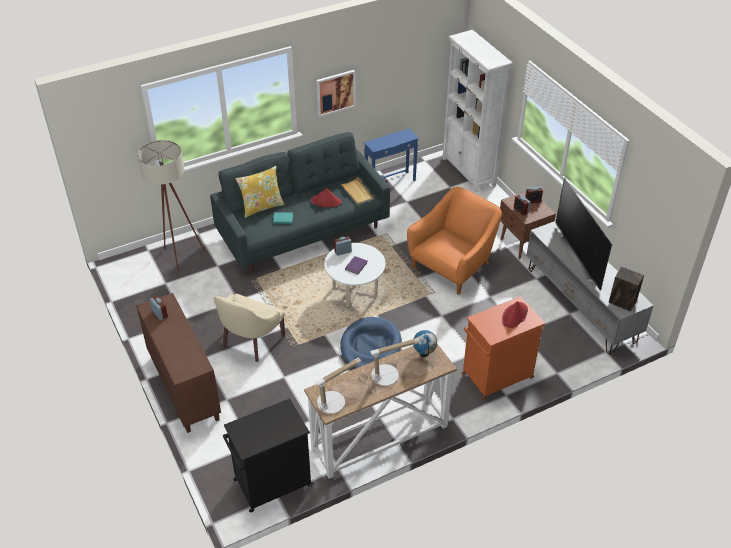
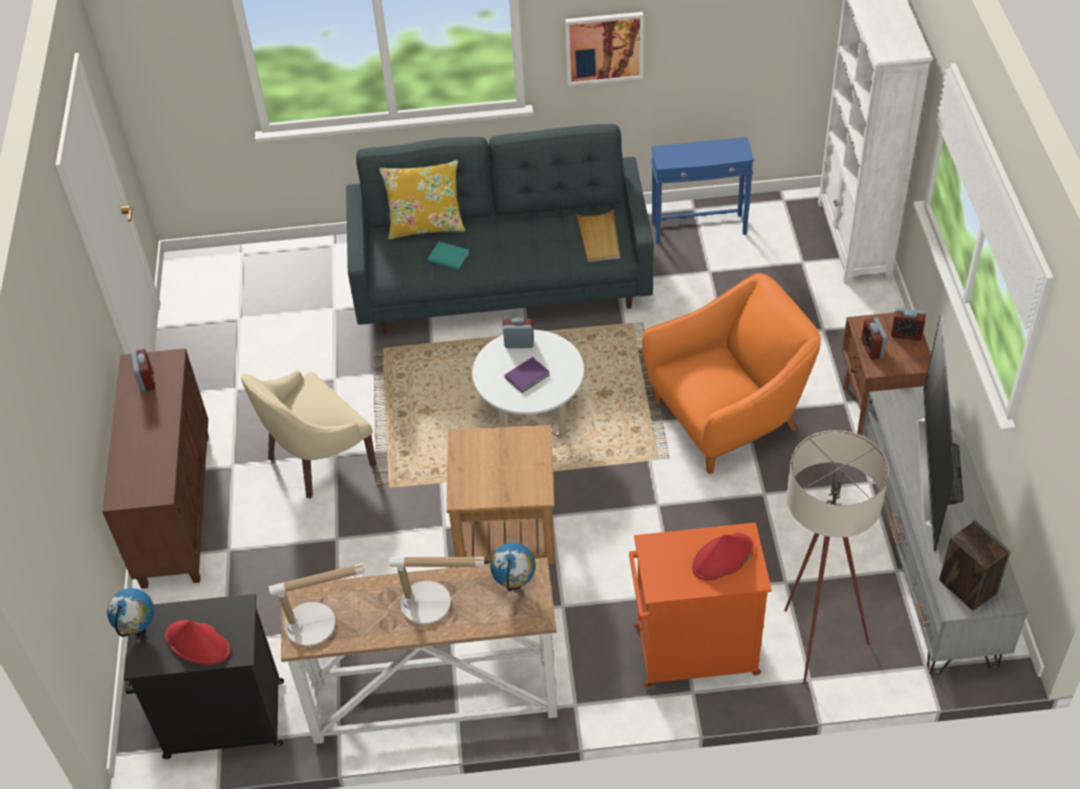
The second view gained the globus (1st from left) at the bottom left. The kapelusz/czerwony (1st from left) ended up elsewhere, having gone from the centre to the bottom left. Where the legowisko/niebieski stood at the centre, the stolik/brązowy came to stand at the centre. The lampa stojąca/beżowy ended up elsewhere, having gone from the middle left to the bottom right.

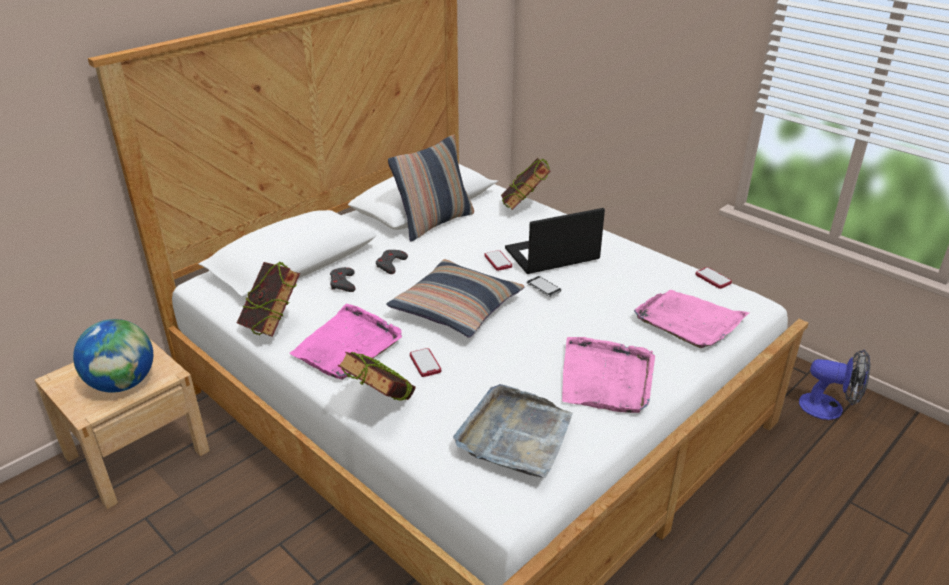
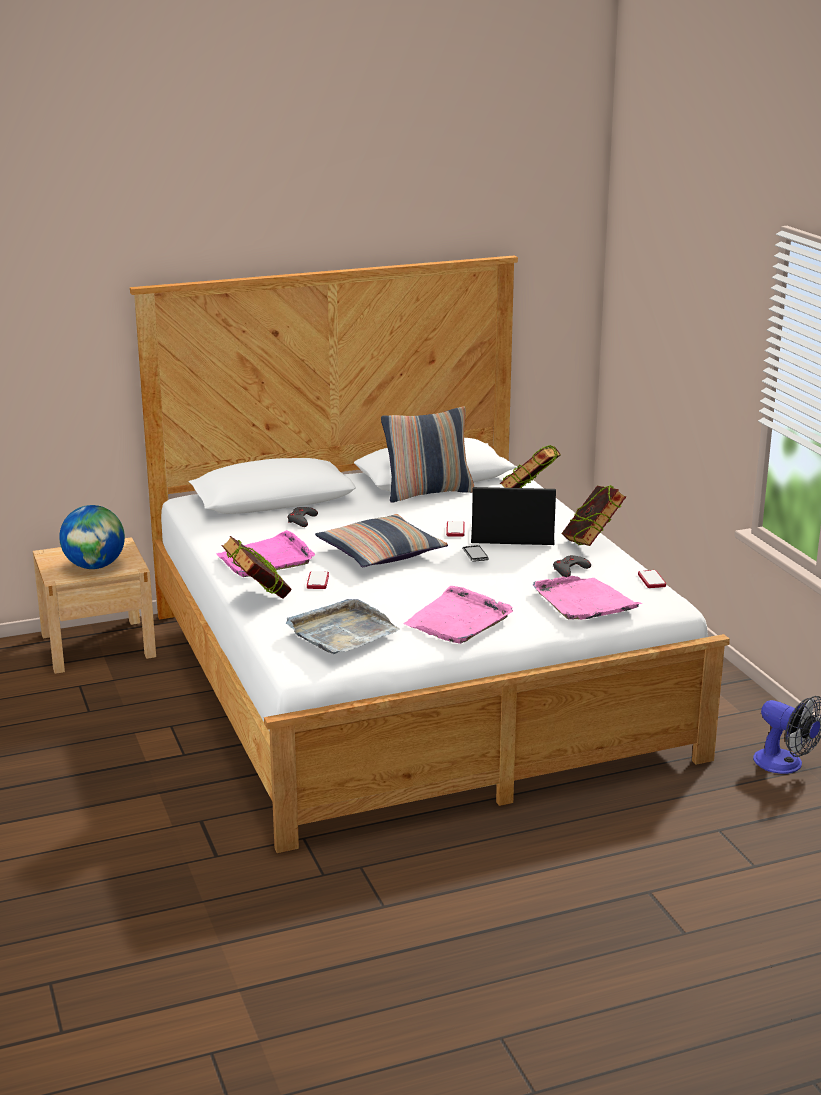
The pad do gier/szary (2nd from left) ended up elsewhere, having gone from the centre to the middle right. The książka (1st from left in the first image) ended up elsewhere, having gone from the middle left to the middle right.

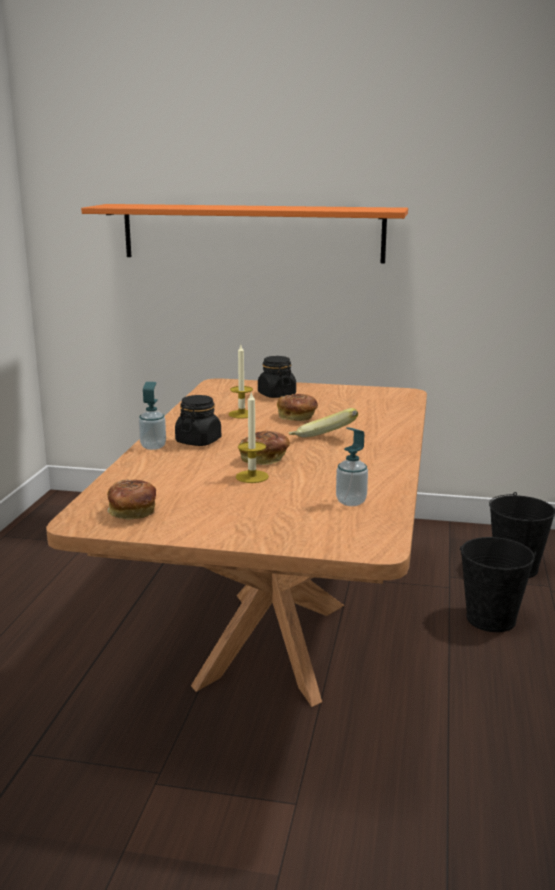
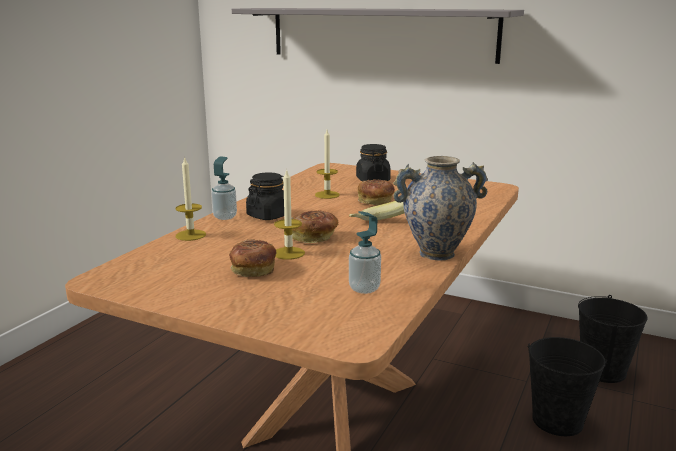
The second view gained the świeca (1st from left) at the middle left. The chleb (1st from left) ended up elsewhere, having gone from the middle left to the centre. What was the półka/pomarańczowy at the top centre turned into the półka/szary at the top centre. The second view gained the wazon at the centre.

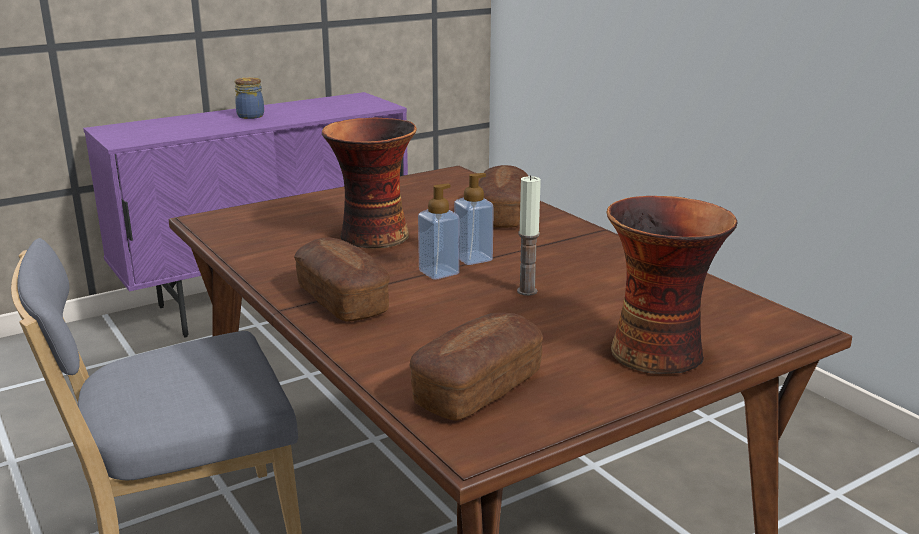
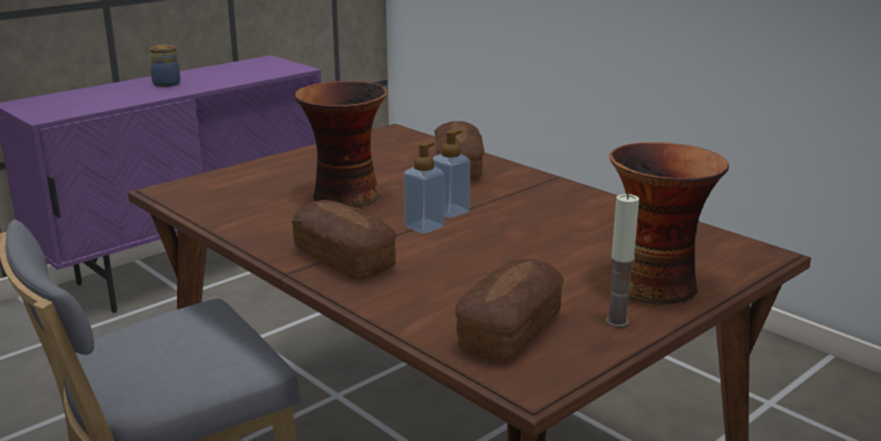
The świeca ended up elsewhere, having gone from the centre to the middle right.

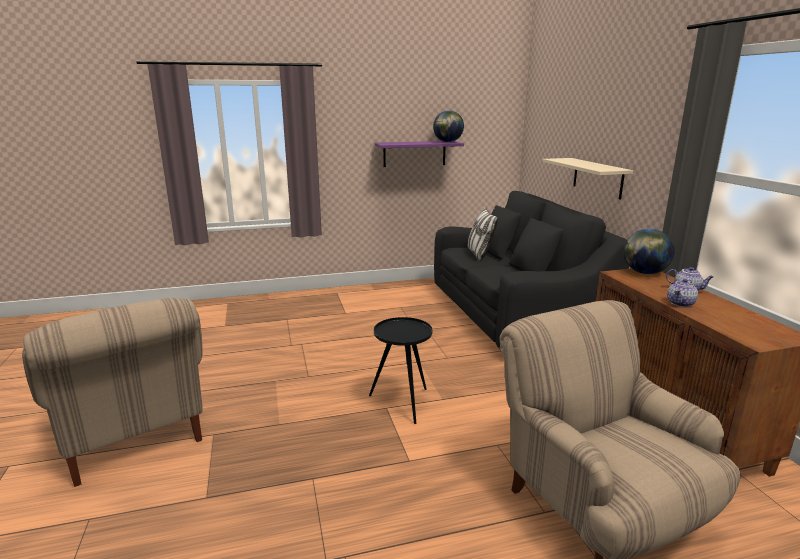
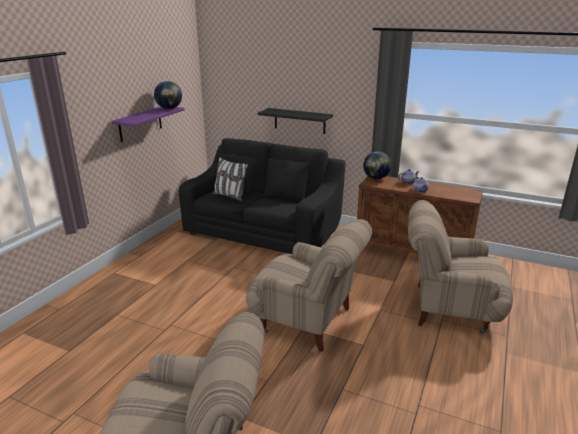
Where the stolik/czarny stood at the centre, the fotel/beżowy (2nd from left) came to stand at the centre. What was the półka/beżowy at the top right turned into the półka/czarny at the top centre.

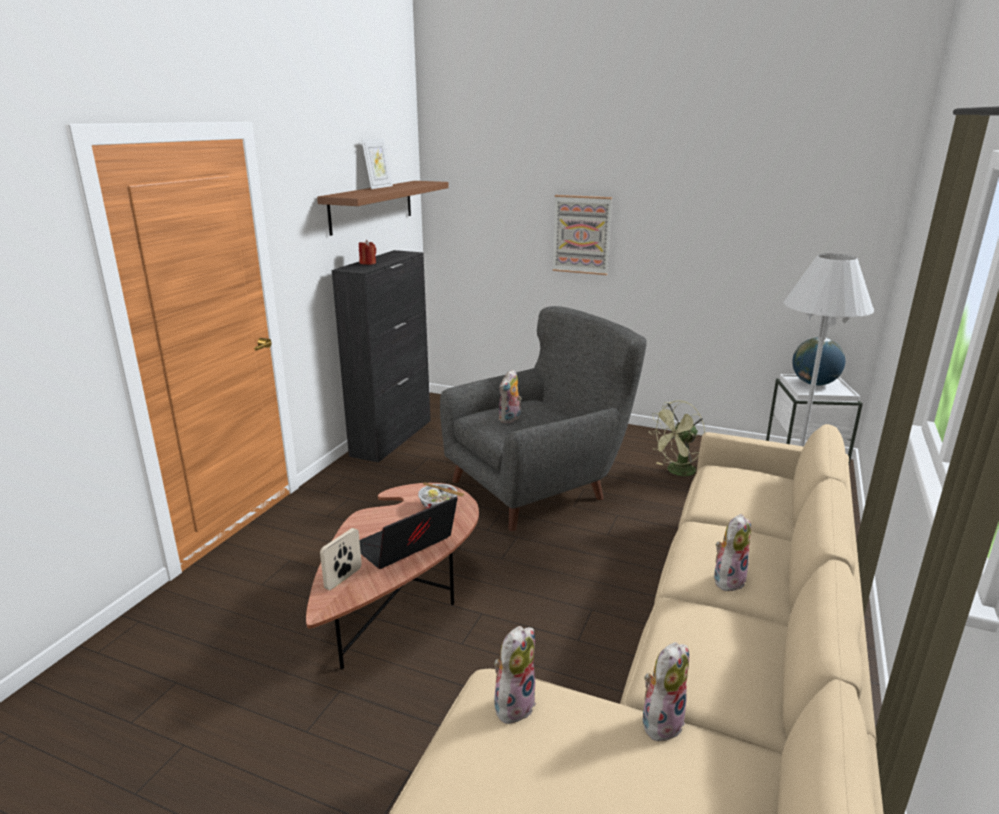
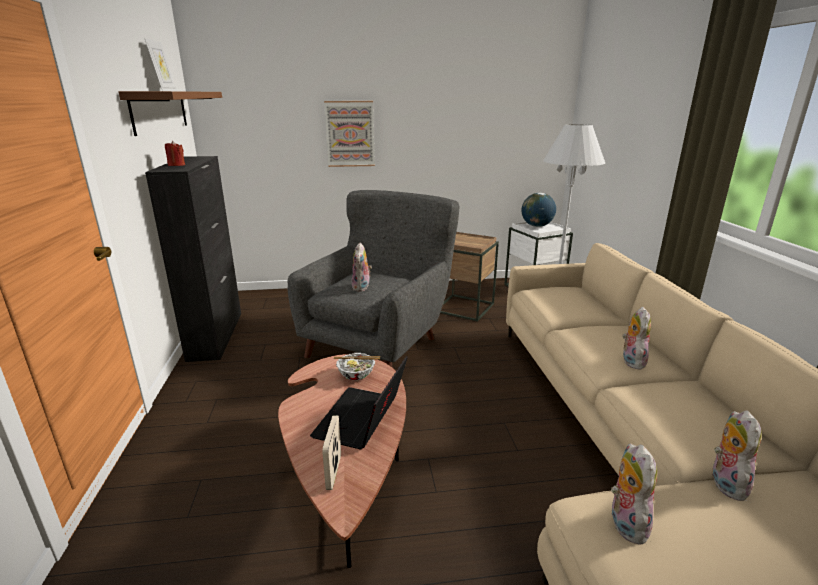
Where the wentylator/zielony stood at the middle right, the stolik/brązowy came to stand at the centre.

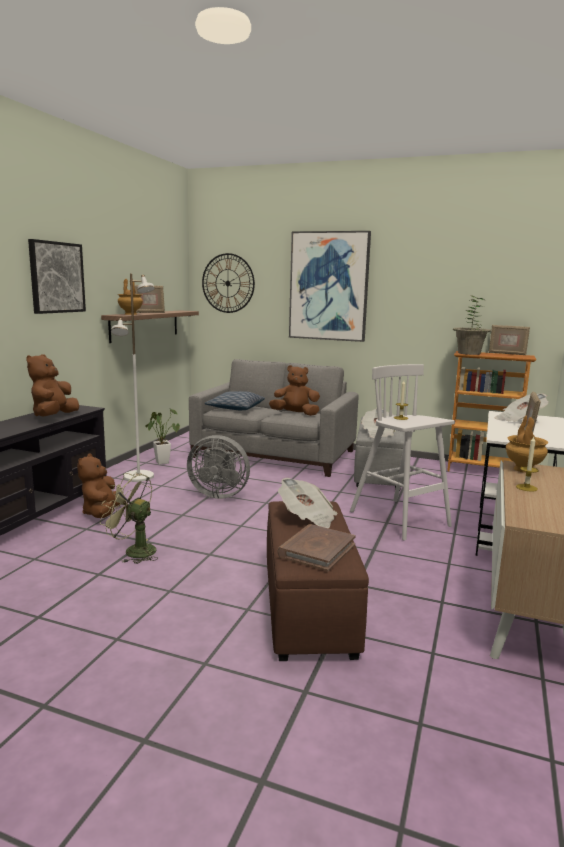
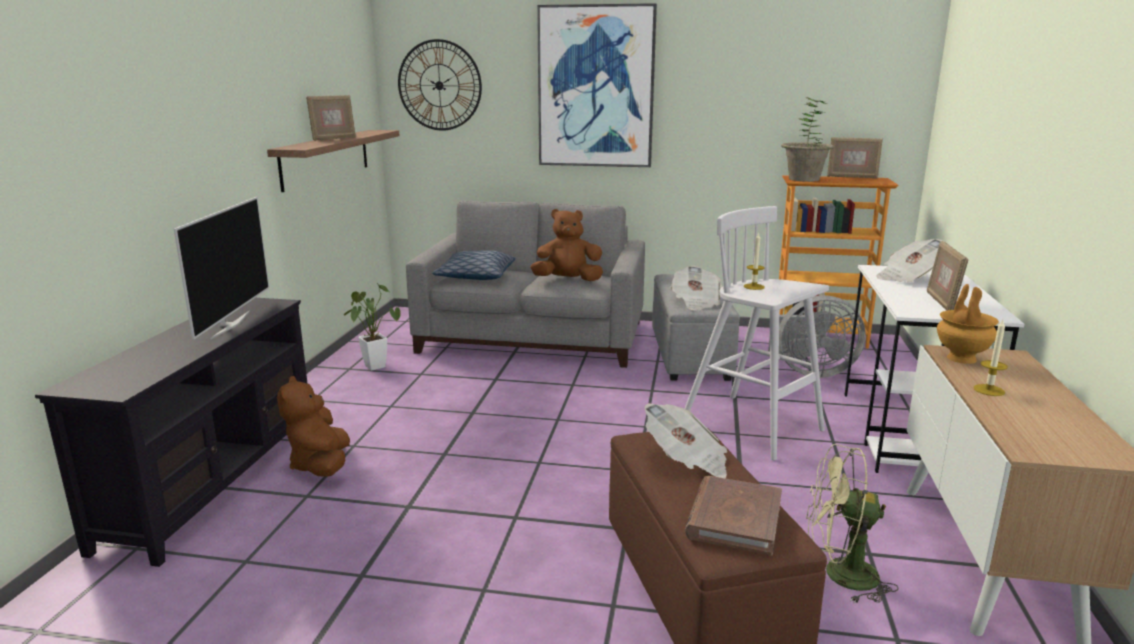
Where the pluszak/brązowy (1st from left) stood at the middle left, the telewizor came to stand at the middle left. The wentylator/szary ended up elsewhere, having gone from the centre to the middle right. The wentylator/zielony ended up elsewhere, having gone from the middle left to the bottom right. The second view lost the obraz (1st from left) at the top left. The second view lost the lampa stojąca/biały at the middle left. The second view lost the wazon/brązowy (1st from left) at the middle left.

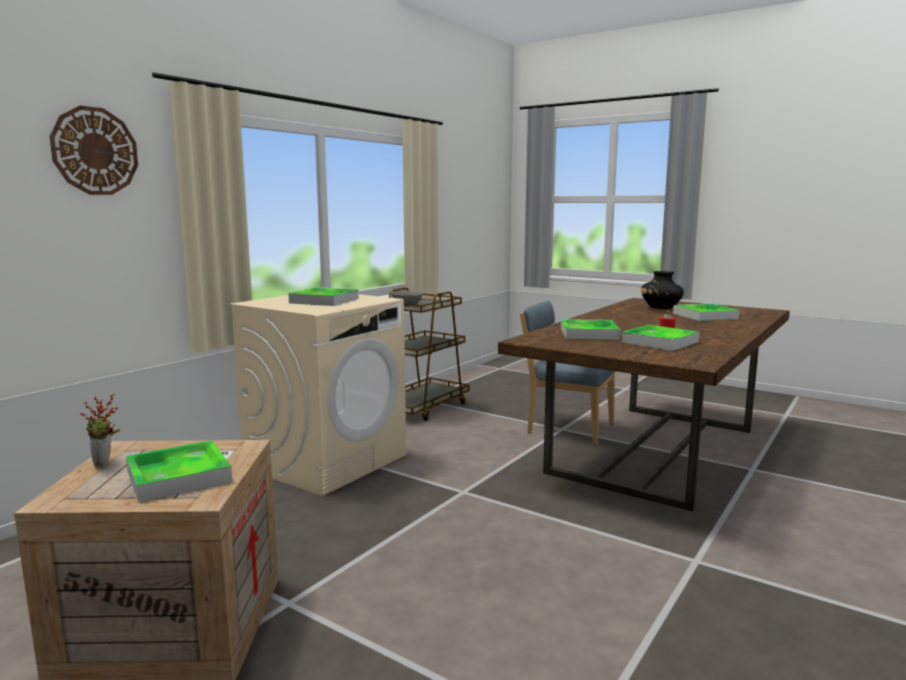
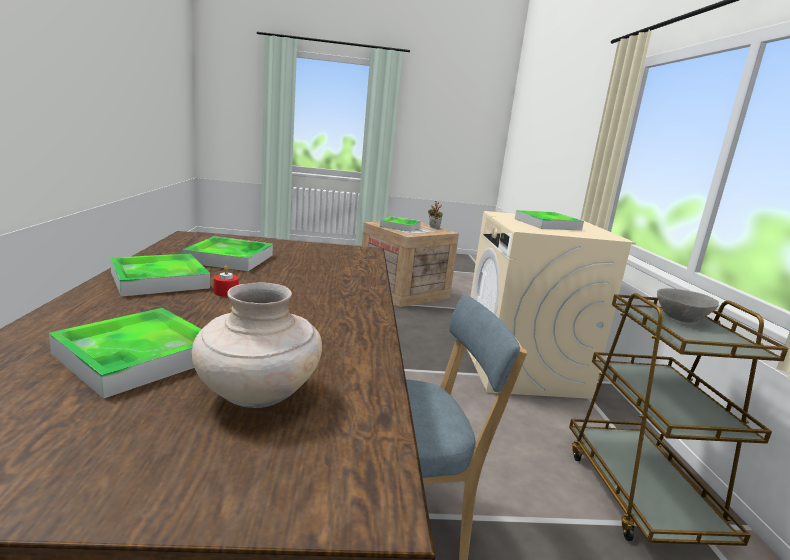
The taca (3rd from left in the first image) ended up elsewhere, having gone from the centre to the middle left. What was the wazon/czarny at the middle right turned into the wazon/beżowy at the middle left. The second view lost the zegar ścienny at the top left.

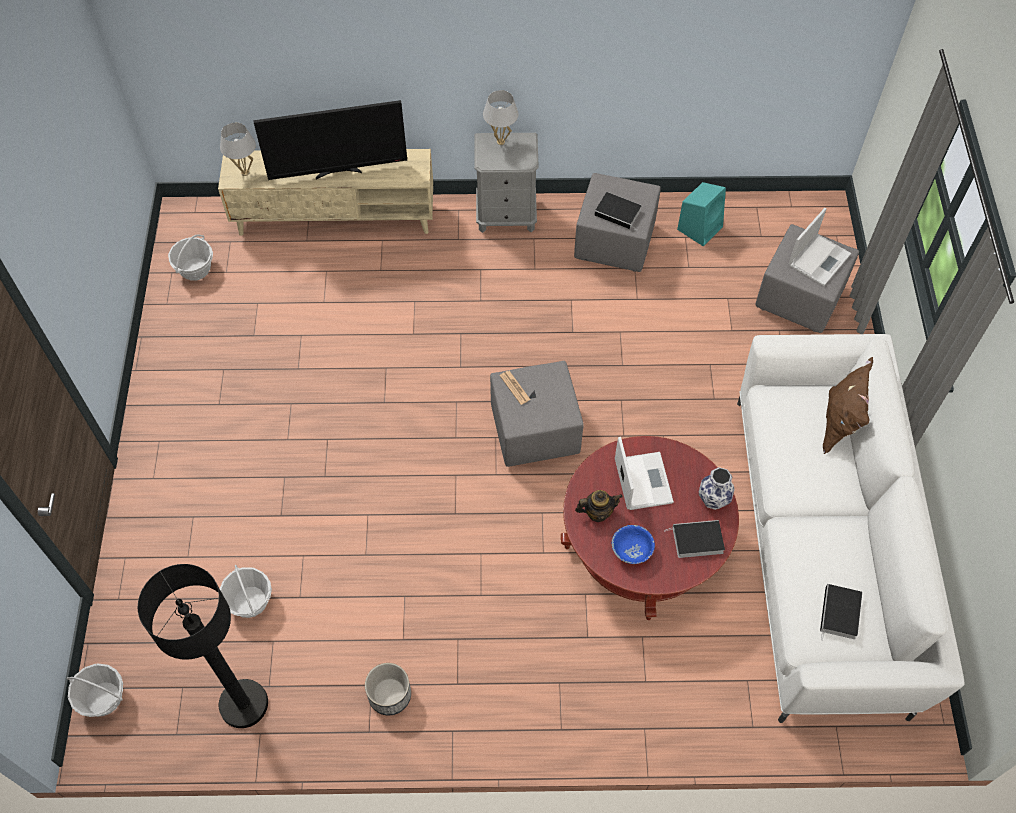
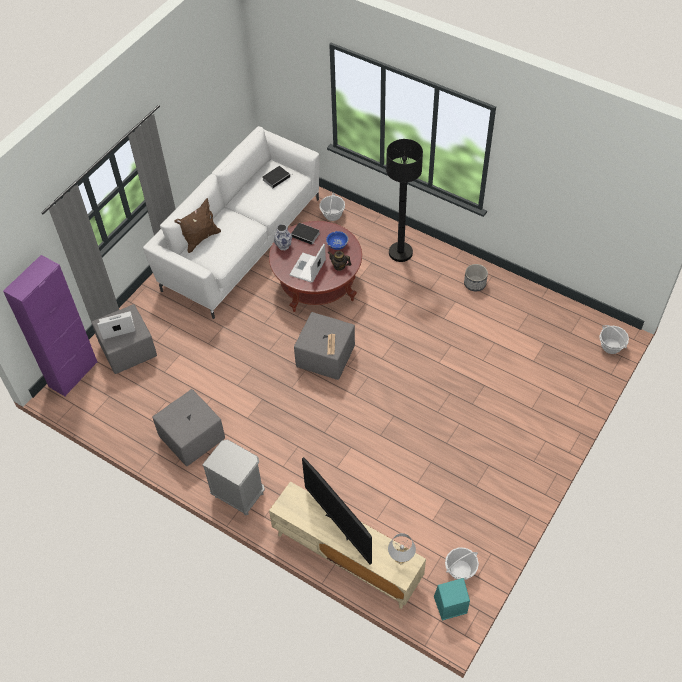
The second view gained the szafka/fioletowy at the middle left. The telewizor at the top left ended up facing another way, 150 degrees counterclockwise from before. The koszyk (3rd from left in the first image) ended up elsewhere, having gone from the bottom left to the top centre. The lampa stojąca/czarny ended up elsewhere, having gone from the bottom left to the top centre. The głośnik/turkusowy ended up elsewhere, having gone from the top right to the bottom centre. The second view lost the lampa stołowa/biały (2nd from left) at the top centre. The second view lost the książka (1st from left) at the top centre.

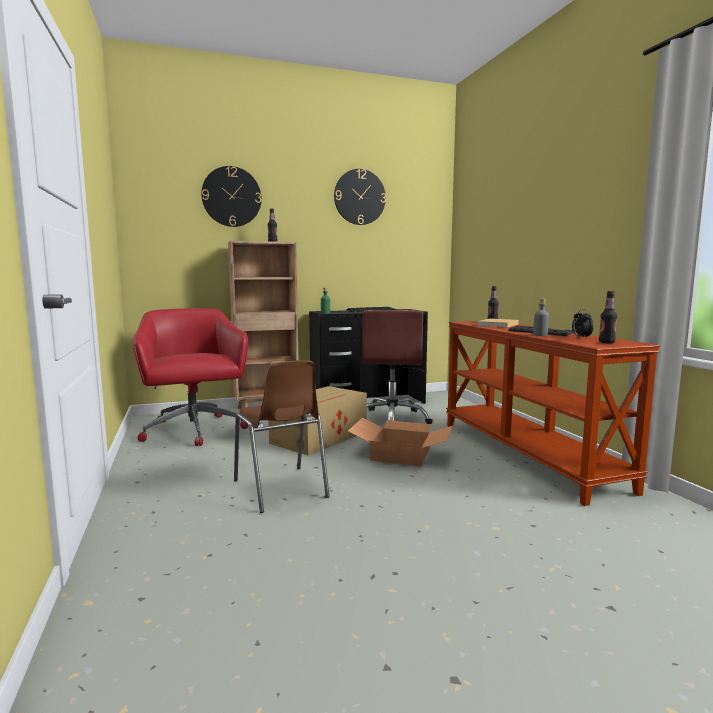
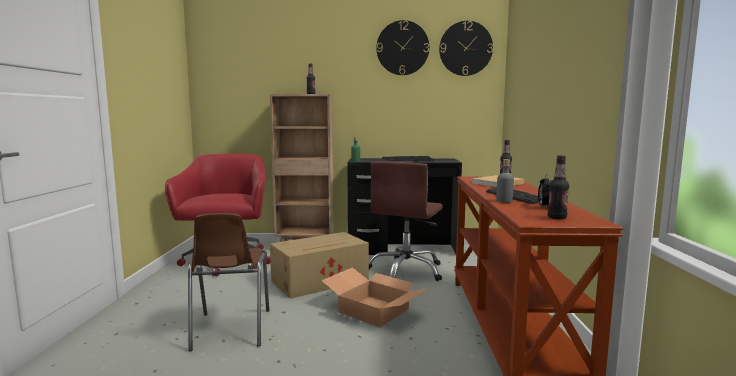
The zegar ścienny (1st from left in the first image) ended up elsewhere, having gone from the top left to the top centre.

